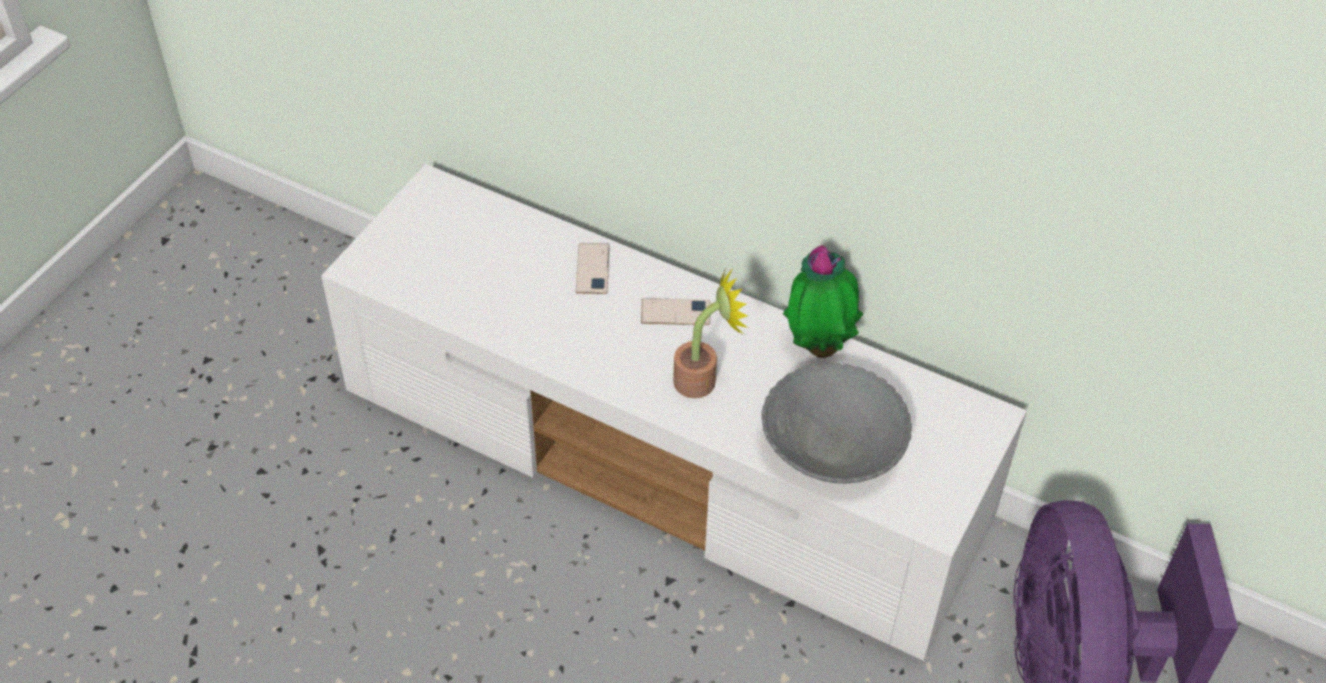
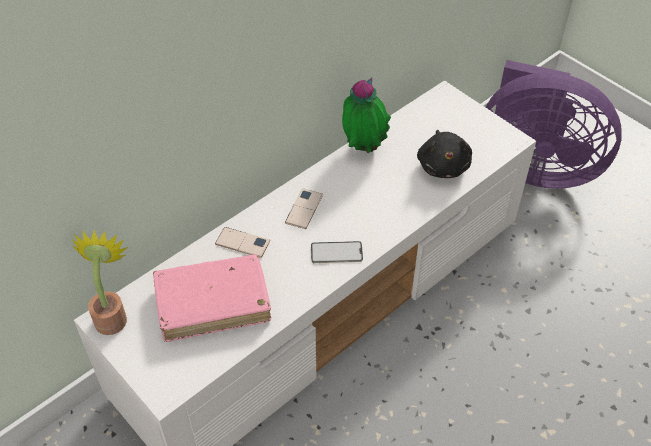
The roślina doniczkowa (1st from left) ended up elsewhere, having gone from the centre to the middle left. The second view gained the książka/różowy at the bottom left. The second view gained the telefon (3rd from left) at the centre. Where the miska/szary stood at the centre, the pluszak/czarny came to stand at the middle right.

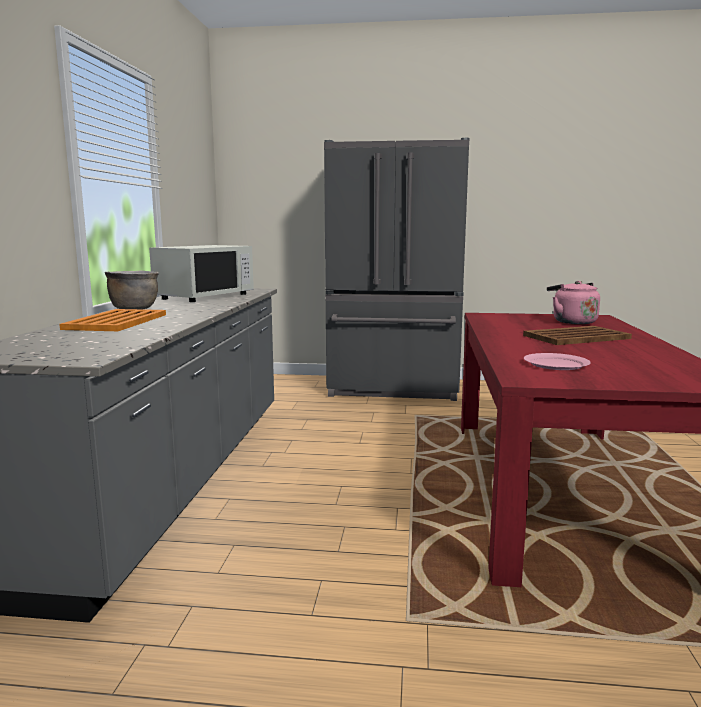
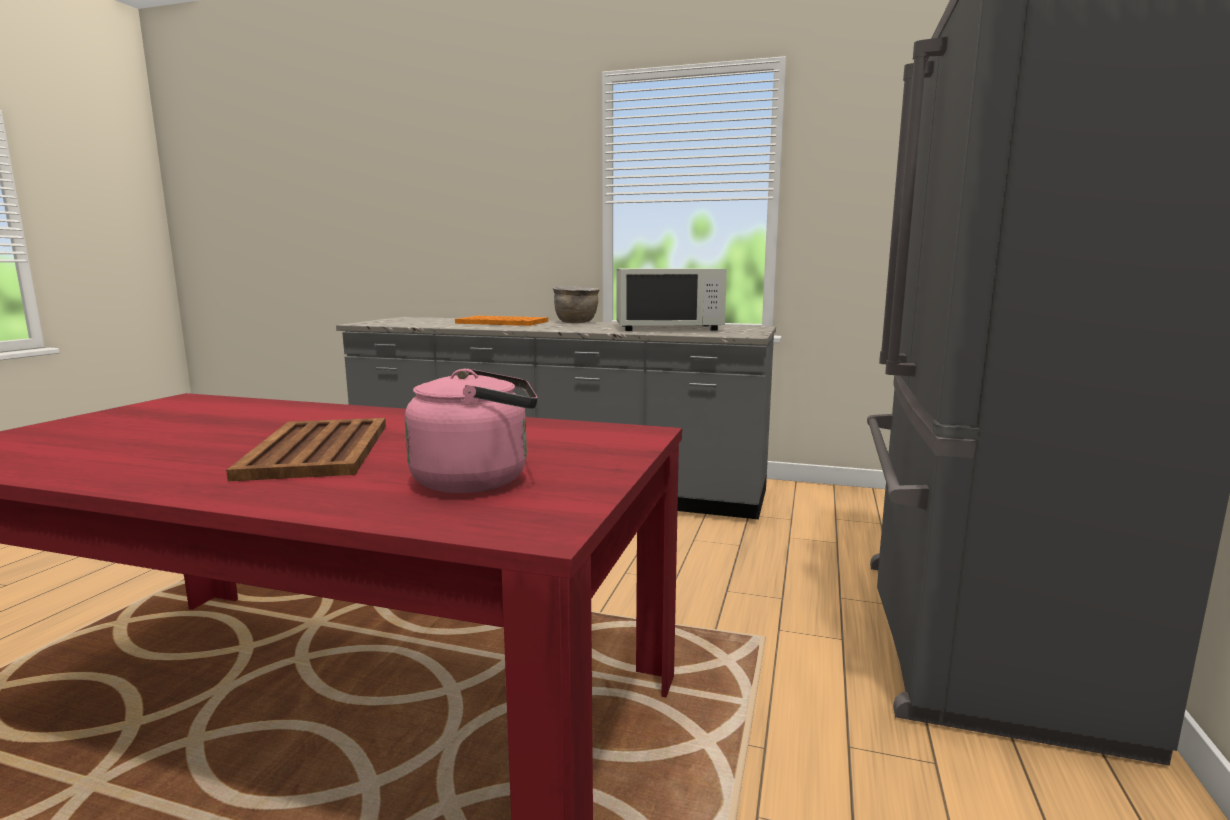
The mikrofalówka/biały at the middle left ended up facing another way, 45 degrees counterclockwise from before. The second view lost the talerz/różowy at the middle right.

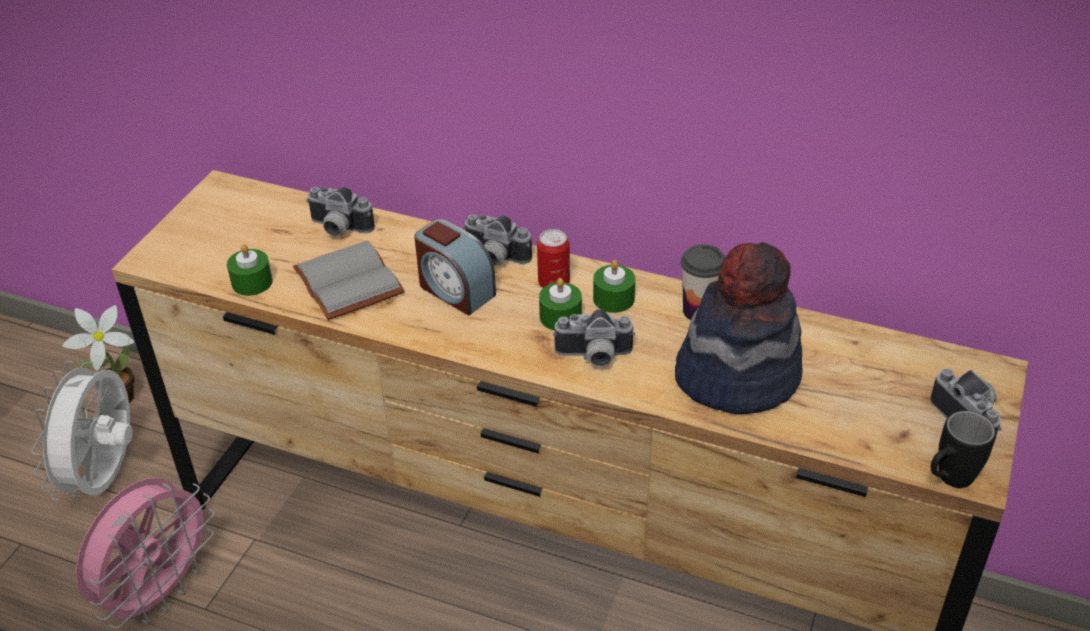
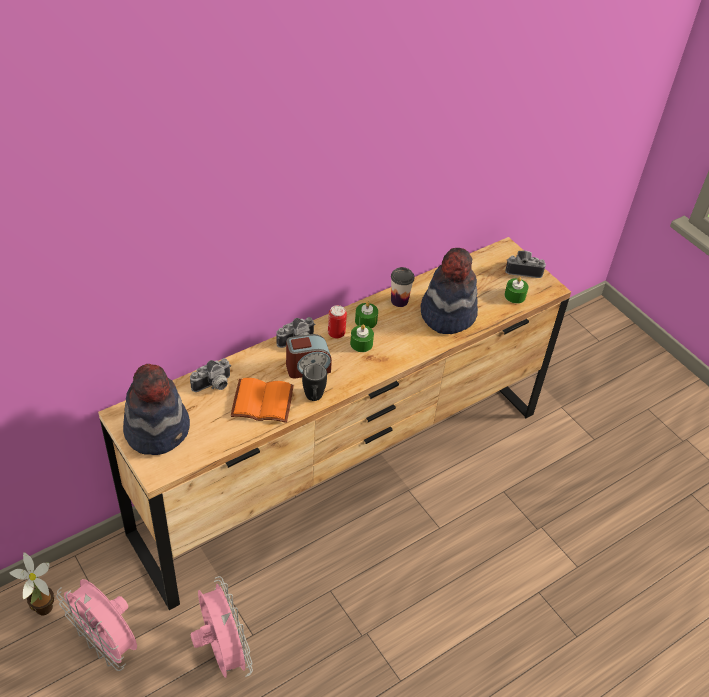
What was the wentylator/biały at the bottom left turned into the wentylator/różowy (1st from left) at the bottom left. The second view gained the kapelusz (1st from left) at the middle left. What was the książka/szary at the middle left turned into the książka/pomarańczowy at the centre. The kubek/czarny ended up elsewhere, having gone from the bottom right to the centre. The świeca/zielony (1st from left in the first image) ended up elsewhere, having gone from the middle left to the middle right. The second view lost the aparat fotograficzny (3rd from left) at the centre.

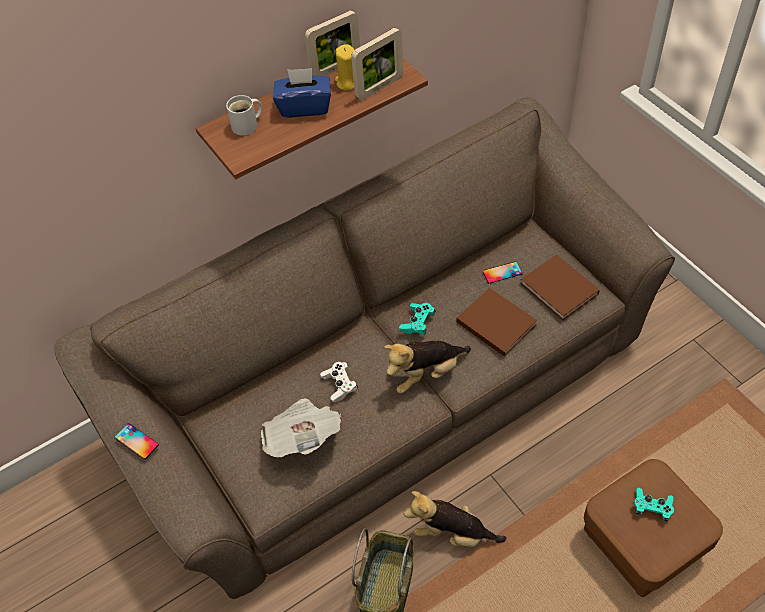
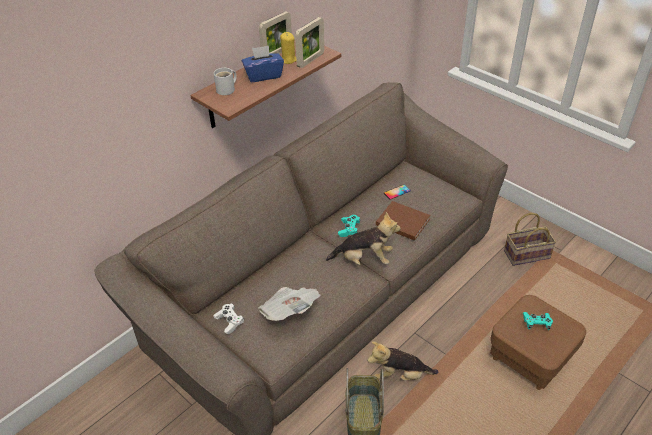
The pad do gier/biały ended up elsewhere, having gone from the centre to the bottom centre. The pluszak (1st from left) at the centre ended up facing another way, 135 degrees counterclockwise from before. The second view gained the koszyk (2nd from left) at the middle right. The second view lost the telefon (1st from left) at the bottom left. The second view lost the książka/brązowy (2nd from left) at the middle right.

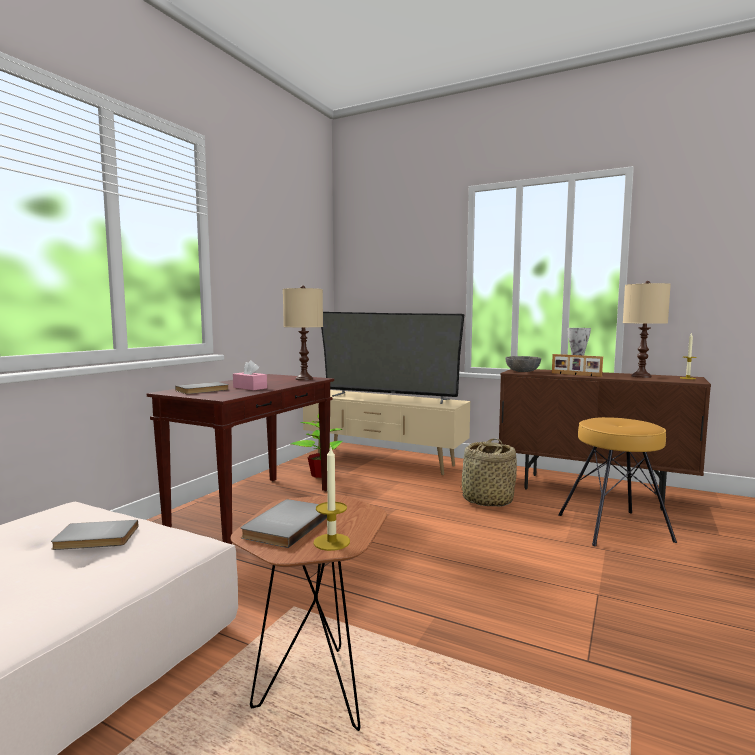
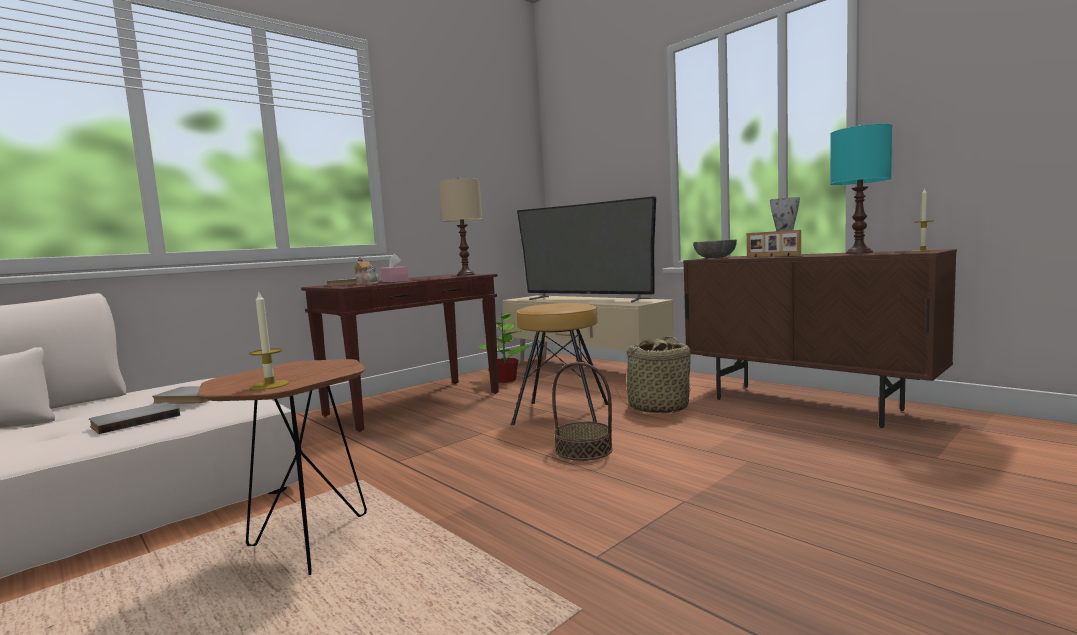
The książka/szary (3rd from left in the first image) ended up elsewhere, having gone from the bottom centre to the middle left. The second view gained the imbryk at the centre. The stołek/brązowy ended up elsewhere, having gone from the middle right to the centre. The second view gained the koszyk (1st from left) at the centre. What was the lampa stołowa/beżowy (2nd from left) at the middle right turned into the lampa stołowa/turkusowy at the top right.

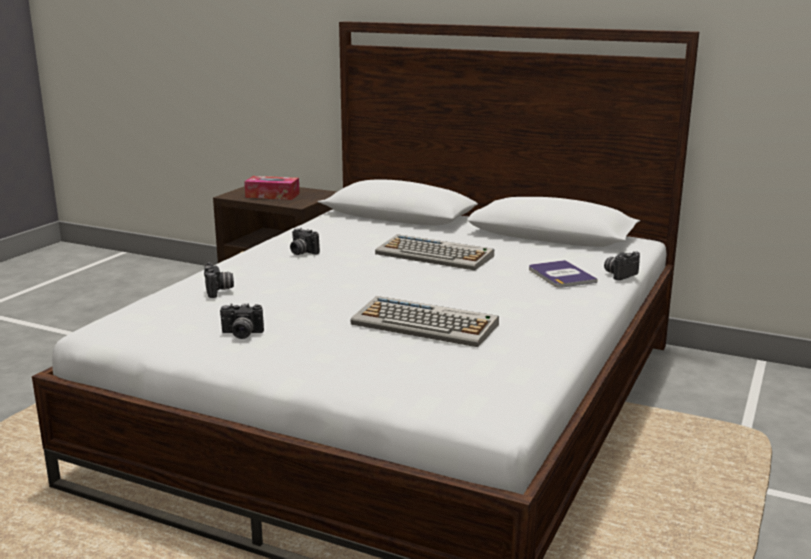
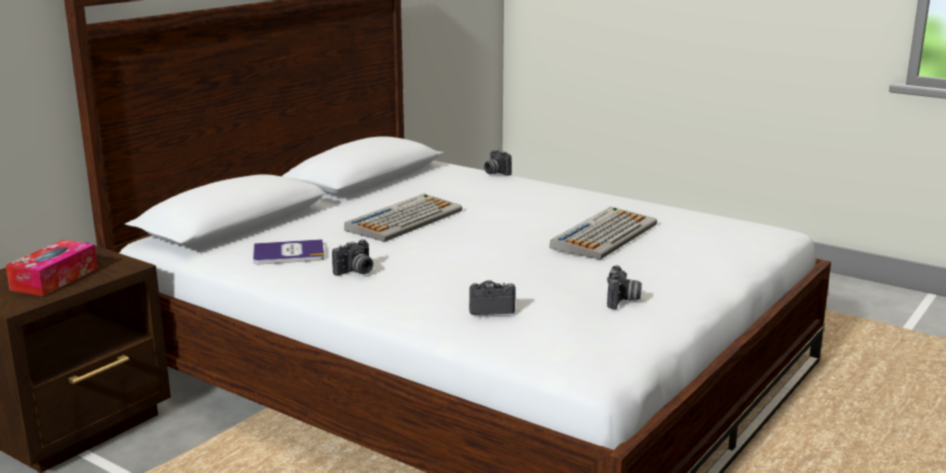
The książka ended up elsewhere, having gone from the middle right to the middle left.

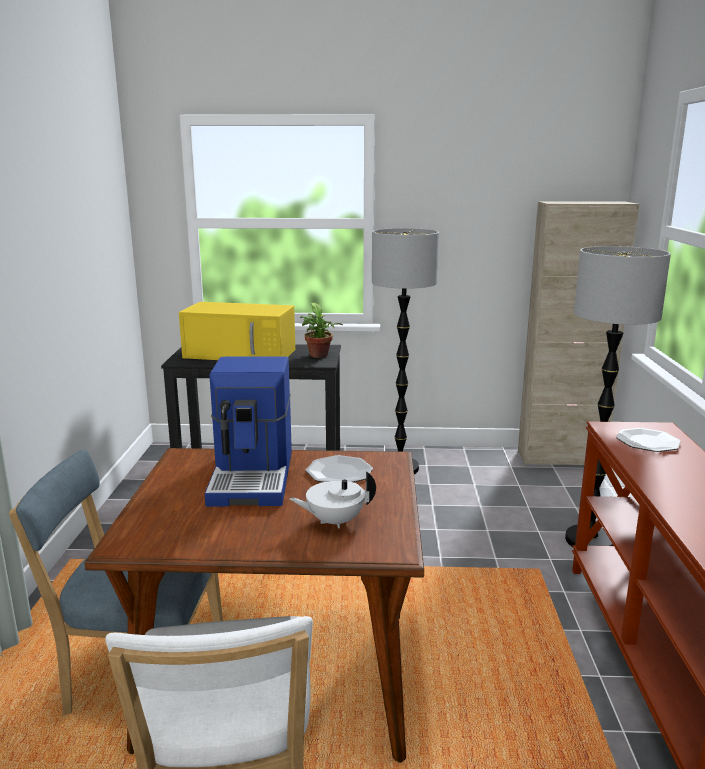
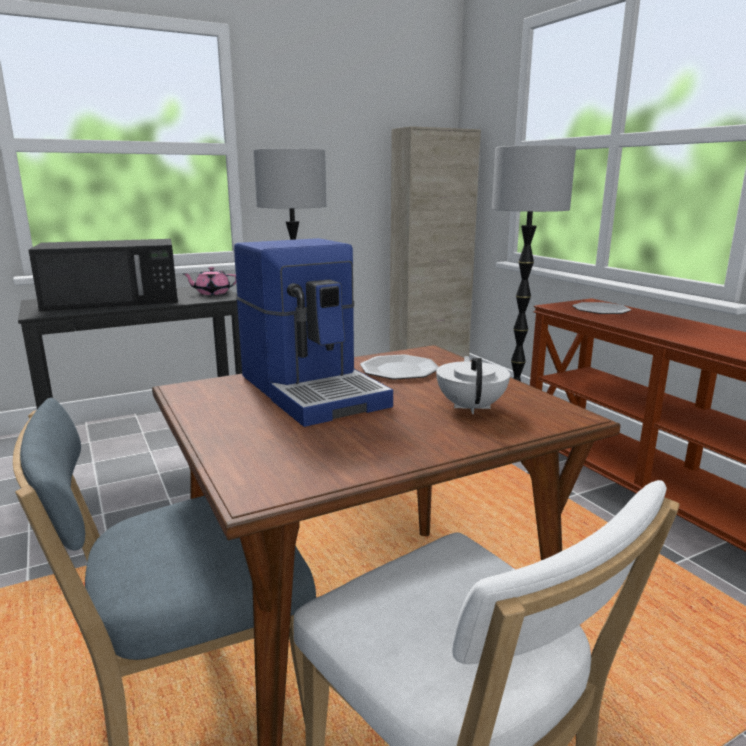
What was the mikrofalówka/żółty at the centre turned into the mikrofalówka/czarny at the middle left. Where the roślina doniczkowa stood at the centre, the imbryk/różowy came to stand at the middle left. The imbryk/biały at the centre ended up facing another way, 135 degrees clockwise from before.

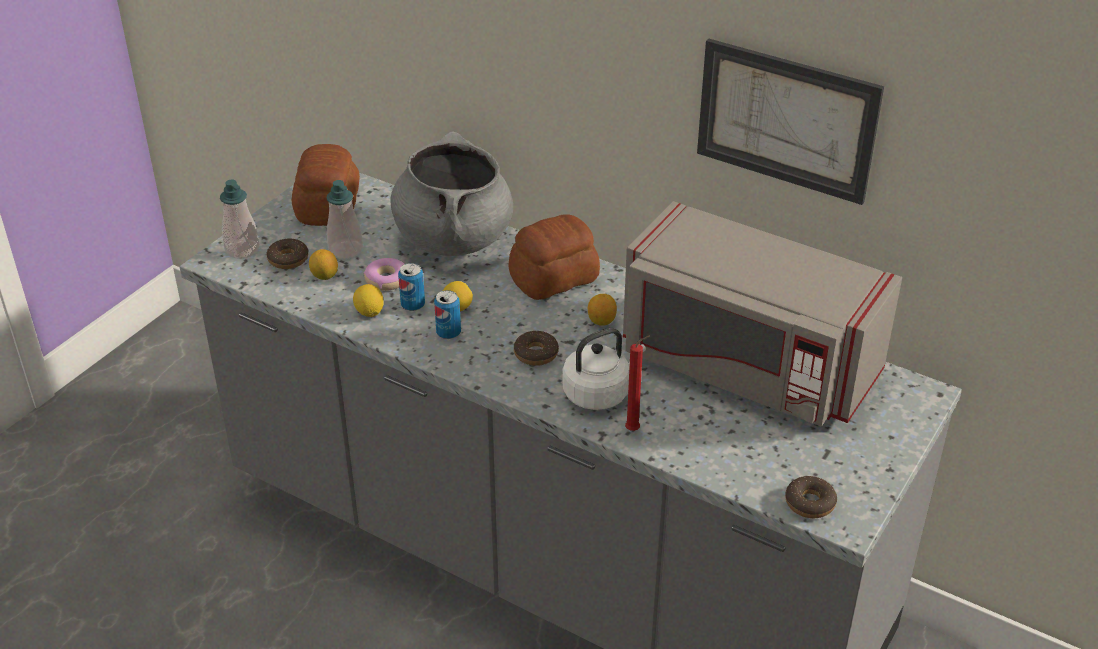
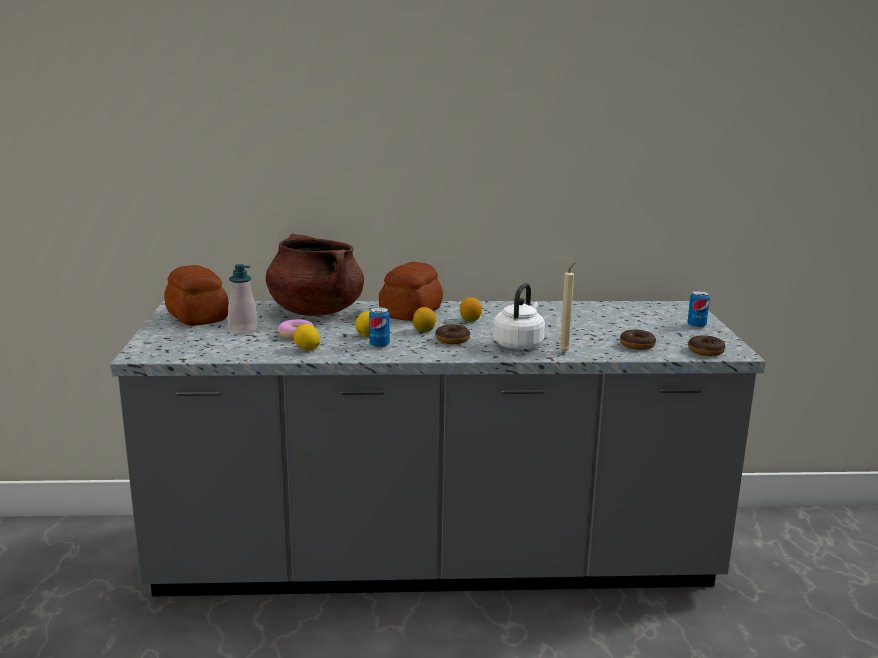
What was the garnek/szary at the top centre turned into the garnek/brązowy at the centre. The cytryna (1st from left in the first image) ended up elsewhere, having gone from the middle left to the centre. What was the świeca/czerwony at the centre turned into the świeca/beżowy at the centre. The donut (1st from left in the first image) ended up elsewhere, having gone from the middle left to the middle right. The puszka (1st from left in the first image) ended up elsewhere, having gone from the centre to the middle right. The second view lost the dozownik mydła (1st from left) at the middle left. The second view lost the mikrofalówka/szary at the middle right. The second view lost the obraz at the top right.

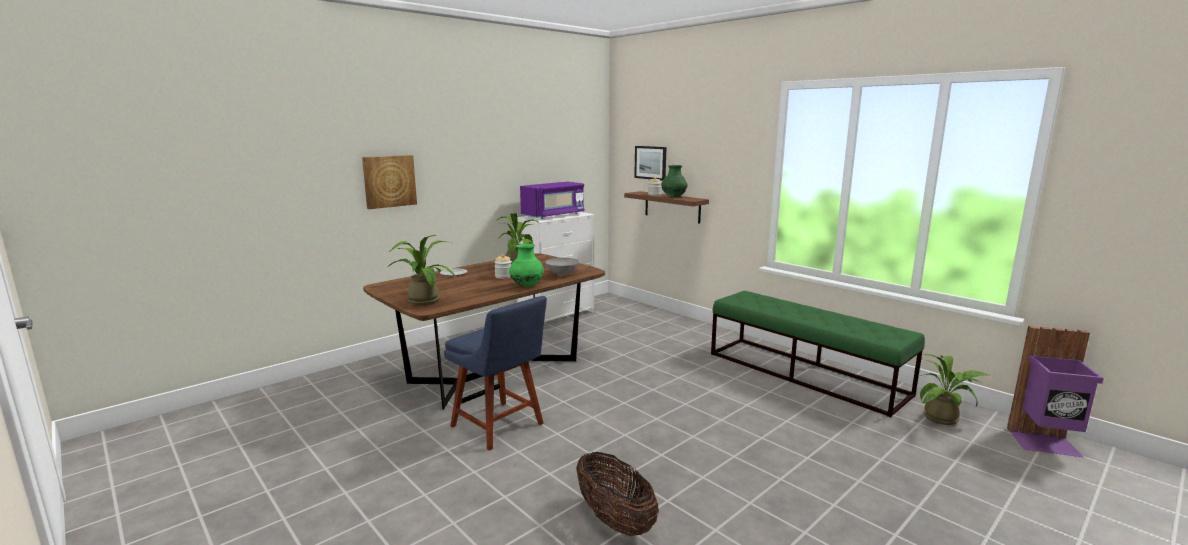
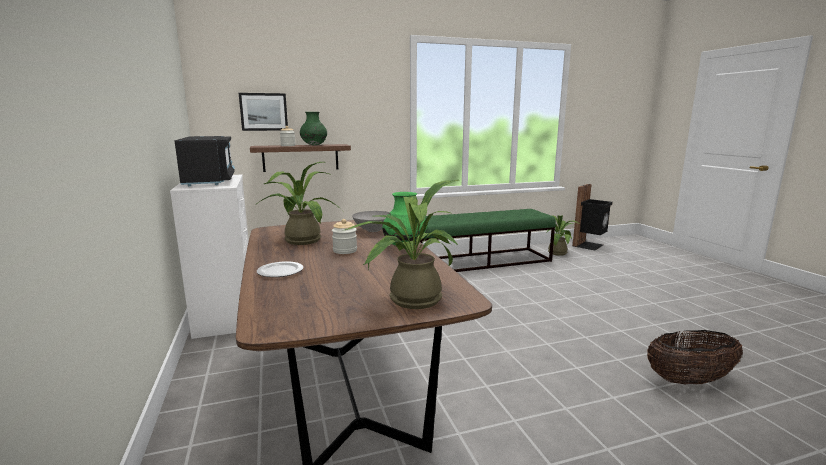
What was the mikrofalówka/fioletowy at the centre turned into the mikrofalówka/czarny at the middle left. What was the kosz na śmieci/fioletowy at the bottom right turned into the kosz na śmieci/czarny at the middle right. The second view lost the obraz (1st from left) at the middle left. The second view lost the krzesło/niebieski at the bottom centre.

